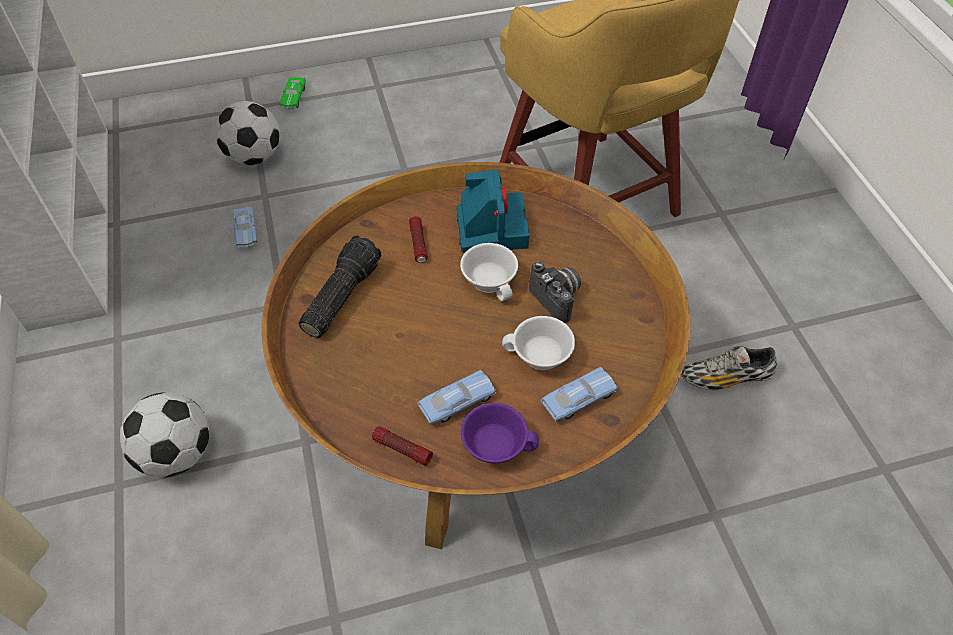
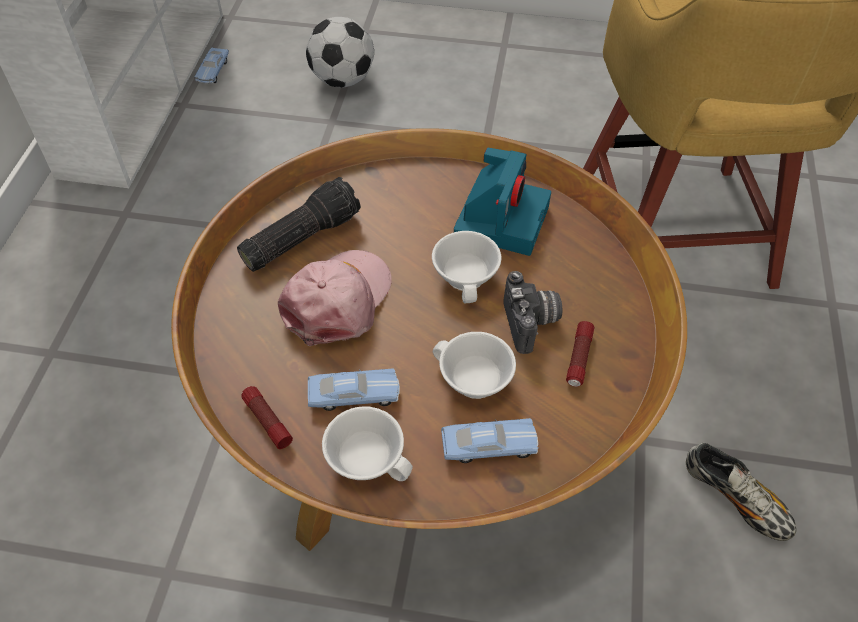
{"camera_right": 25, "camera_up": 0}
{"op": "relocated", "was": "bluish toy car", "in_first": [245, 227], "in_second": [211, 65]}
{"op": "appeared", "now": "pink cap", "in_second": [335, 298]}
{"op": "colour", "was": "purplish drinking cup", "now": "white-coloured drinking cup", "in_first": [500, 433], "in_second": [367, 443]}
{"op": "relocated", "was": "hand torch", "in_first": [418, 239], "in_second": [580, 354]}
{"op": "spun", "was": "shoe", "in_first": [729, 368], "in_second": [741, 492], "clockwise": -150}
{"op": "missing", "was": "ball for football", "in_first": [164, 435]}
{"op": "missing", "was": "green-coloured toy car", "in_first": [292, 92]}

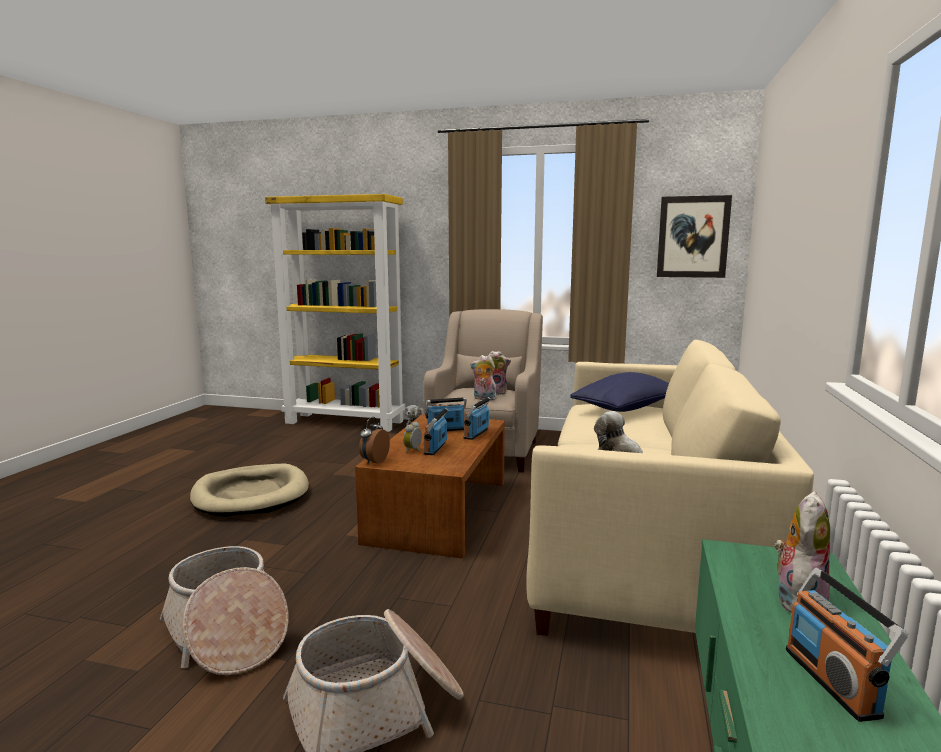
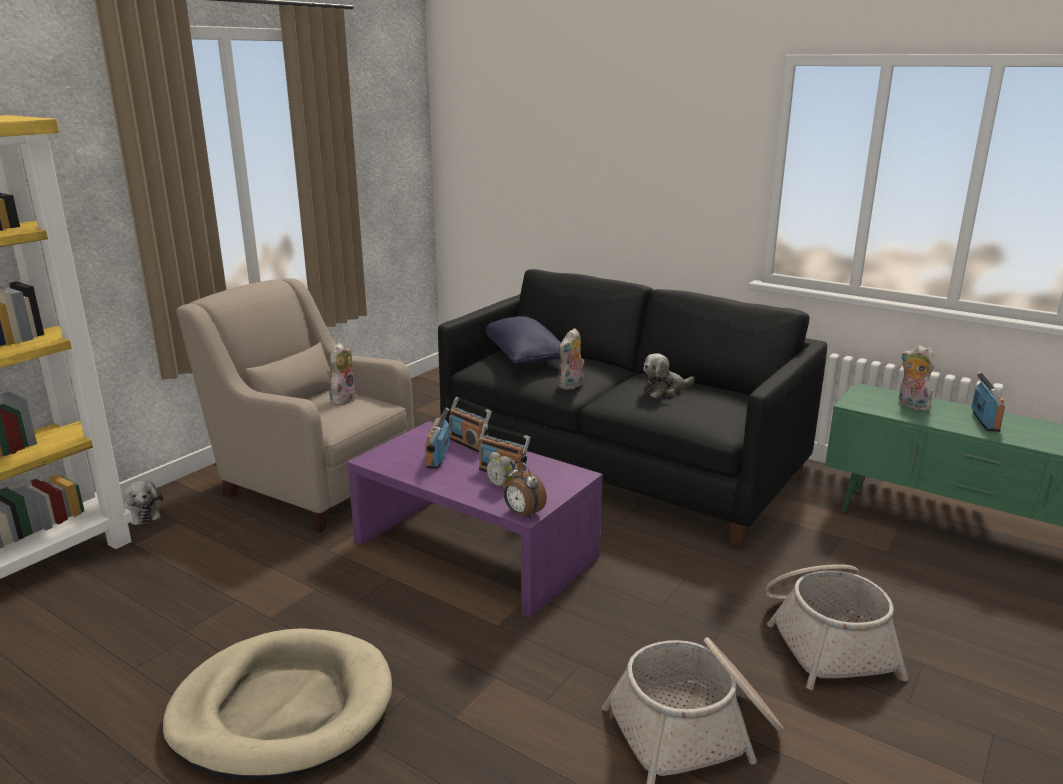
{"camera_right": -70, "camera_up": 10}
{"op": "colour", "was": "brownish lounge table", "now": "purplish lounge table", "in_first": [430, 486], "in_second": [475, 519]}
{"op": "colour", "was": "beige couch", "now": "black-coloured couch", "in_first": [670, 488], "in_second": [632, 408]}
{"op": "relocated", "was": "plush toy", "in_first": [483, 377], "in_second": [571, 359]}
{"op": "spun", "was": "radio receiver", "in_first": [847, 645], "in_second": [988, 402], "clockwise": -90}
{"op": "missing", "was": "picture", "in_first": [694, 236]}

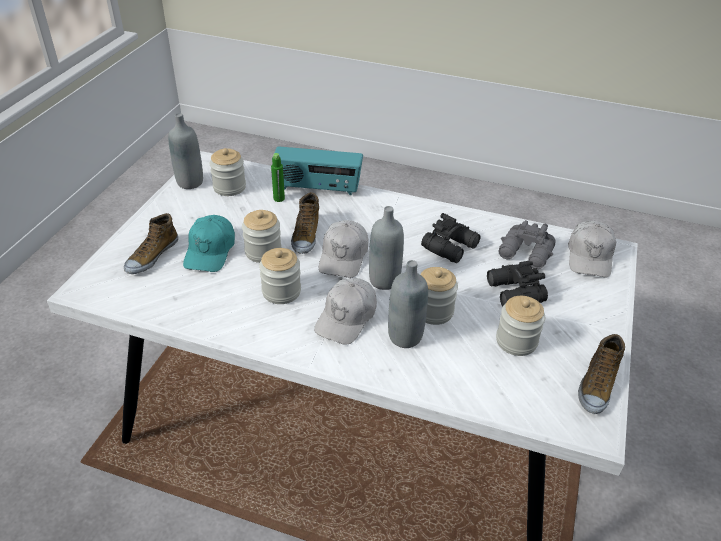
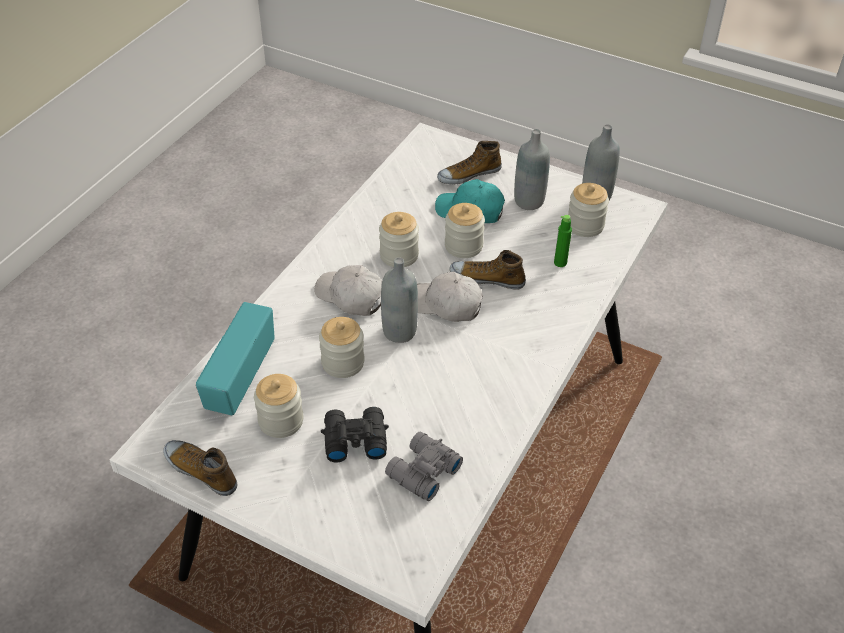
{"camera_right": 100, "camera_up": 5}
{"op": "relocated", "was": "radio receiver", "in_first": [317, 170], "in_second": [235, 358]}
{"op": "spun", "was": "shoe", "in_first": [151, 243], "in_second": [469, 163], "clockwise": -60}
{"op": "relocated", "was": "grey bottle", "in_first": [408, 304], "in_second": [532, 169]}
{"op": "missing", "was": "black-coloured binoculars", "in_first": [451, 238]}
{"op": "missing", "was": "white-coloured cap", "in_first": [592, 249]}

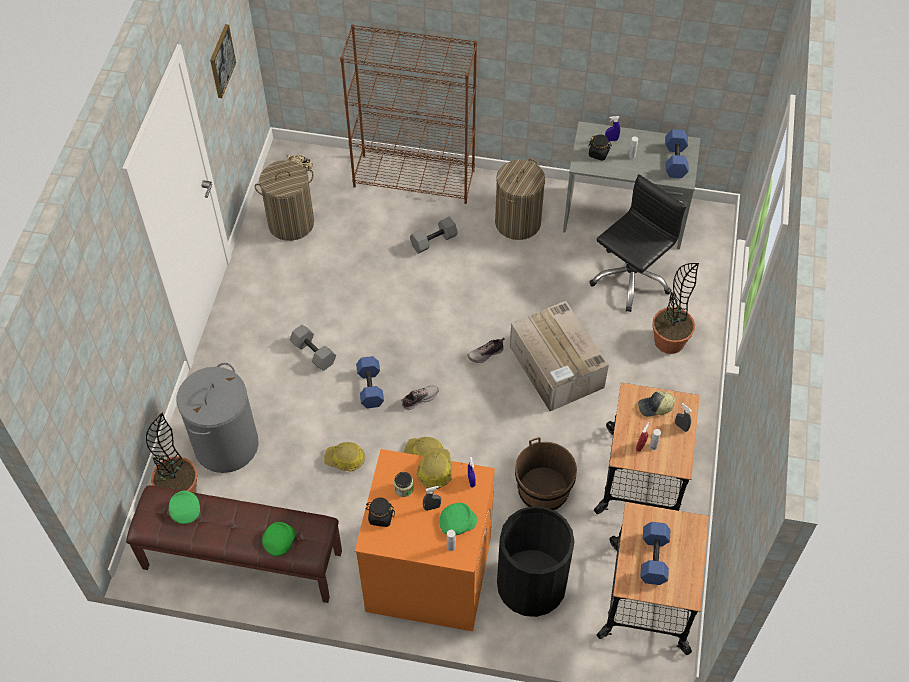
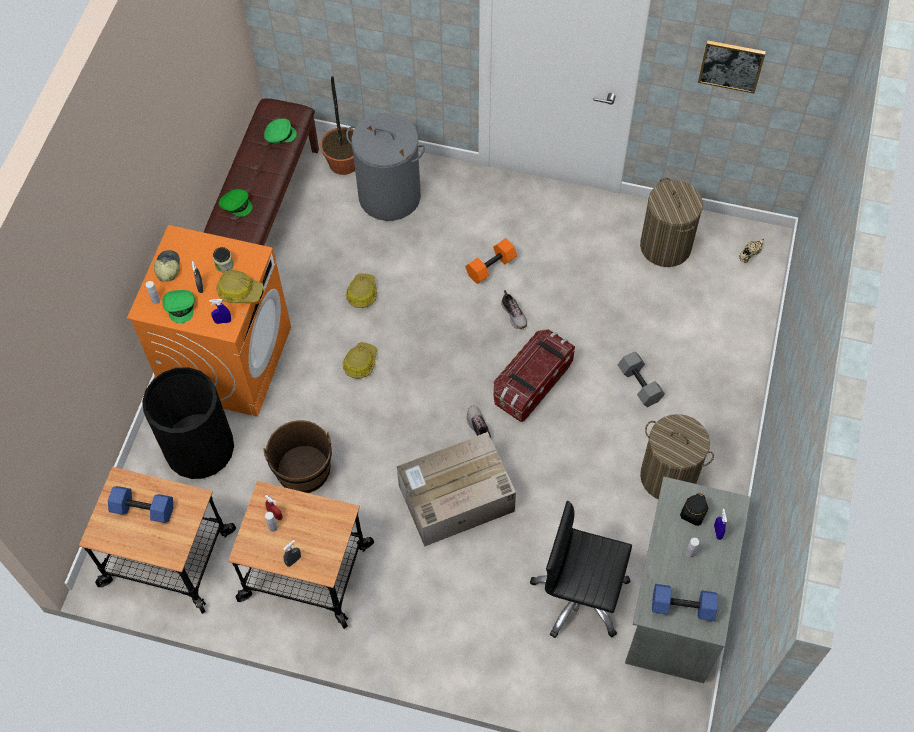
{"camera_right": 95, "camera_up": 5}
{"op": "relocated", "was": "cap", "in_first": [657, 403], "in_second": [167, 265]}
{"op": "colour", "was": "grey free weight", "now": "orangey free weight", "in_first": [313, 348], "in_second": [491, 261]}
{"op": "appeared", "now": "storage box", "in_second": [534, 375]}
{"op": "relocated", "was": "shoe", "in_first": [419, 397], "in_second": [514, 309]}
{"op": "spun", "was": "black-coloured office chair", "in_first": [637, 243], "in_second": [581, 569], "clockwise": 150}
{"op": "missing", "was": "brownish bookcase", "in_first": [408, 114]}
{"op": "missing", "was": "bluish free weight", "in_first": [370, 382]}
{"op": "missing", "was": "black-coloured jar", "in_first": [380, 512]}
{"op": "missing", "was": "plant in a pot", "in_first": [676, 308]}

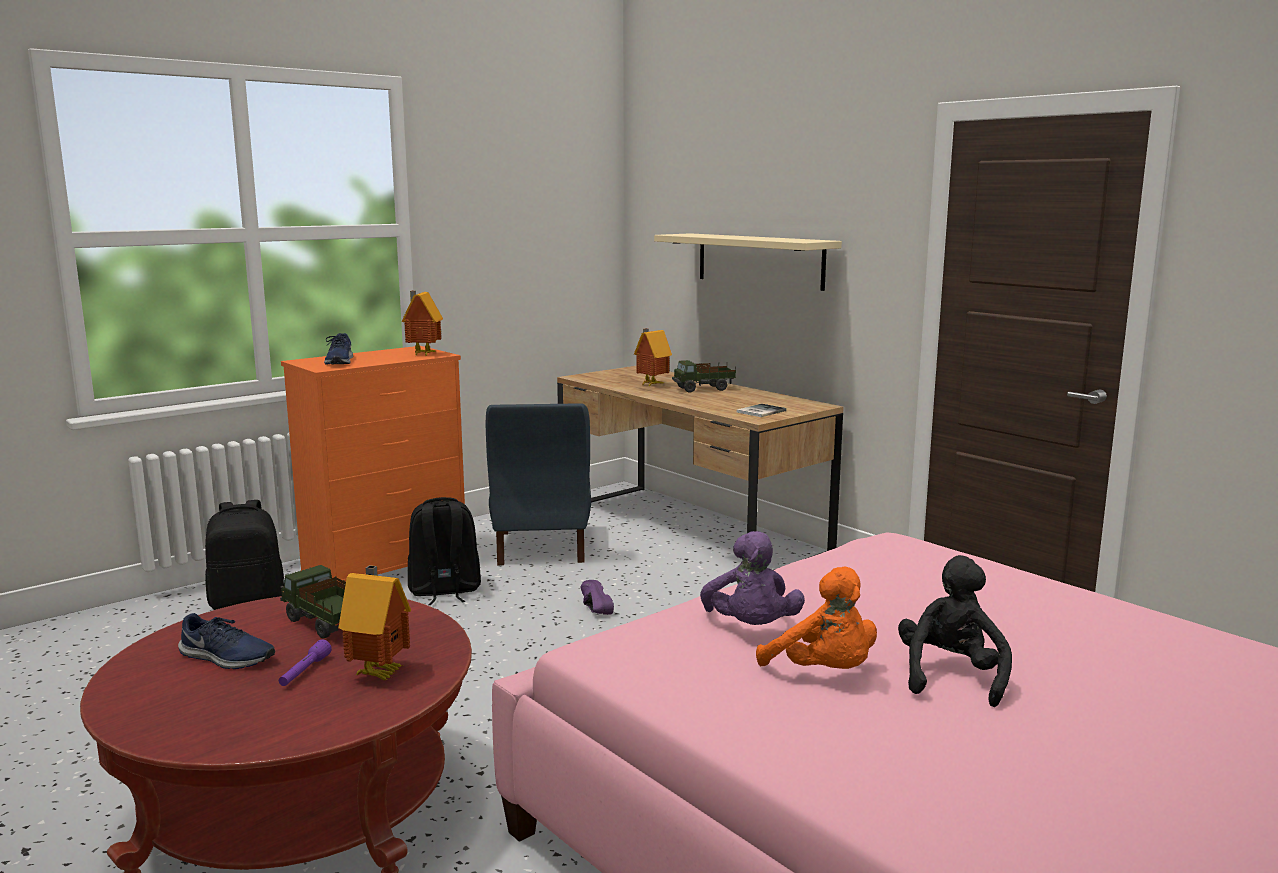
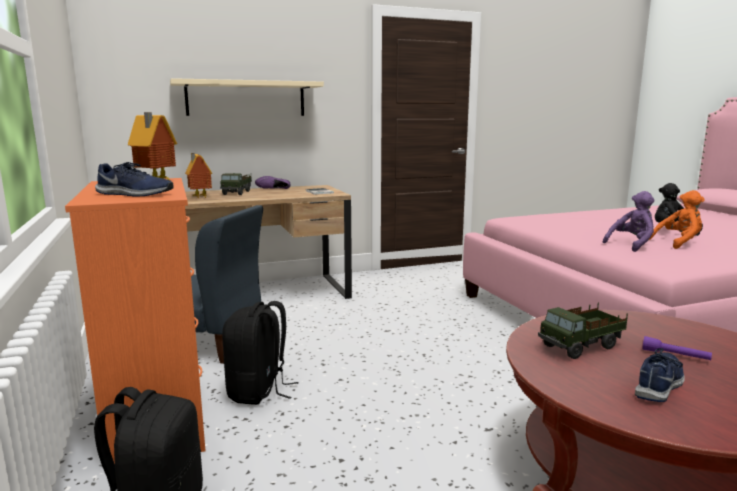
{"camera_right": -70, "camera_up": 0}
{"op": "relocated", "was": "purplish shoe", "in_first": [597, 597], "in_second": [273, 182]}
{"op": "spun", "was": "purplish plush toy", "in_first": [752, 578], "in_second": [629, 221], "clockwise": -45}
{"op": "missing", "was": "toy house", "in_first": [374, 622]}

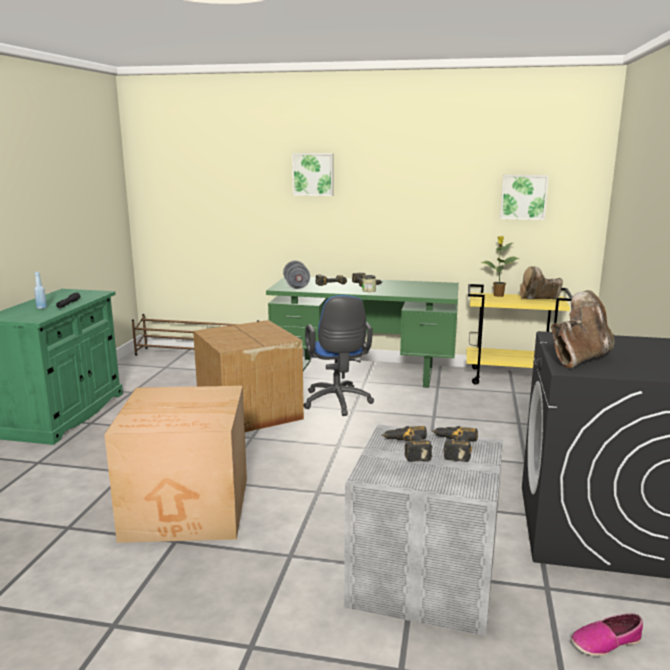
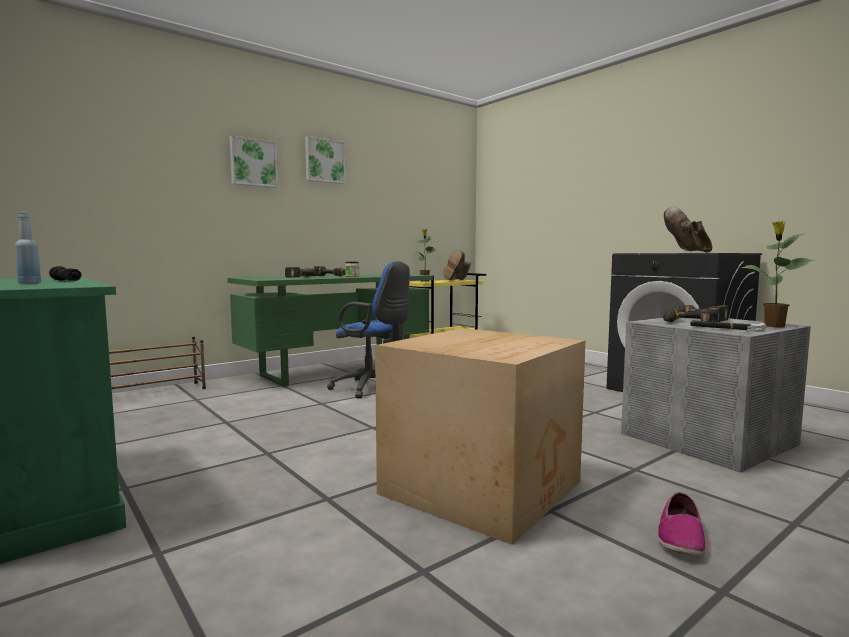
{"camera_right": -50, "camera_up": -10}
{"op": "relocated", "was": "picture", "in_first": [524, 197], "in_second": [325, 160]}
{"op": "relocated", "was": "shoe", "in_first": [607, 634], "in_second": [682, 524]}
{"op": "appeared", "now": "hammer", "in_second": [728, 326]}
{"op": "appeared", "now": "plant in a pot", "in_second": [778, 274]}
{"op": "missing", "was": "packing box", "in_first": [248, 376]}
{"op": "missing", "was": "grey free weight", "in_first": [296, 275]}

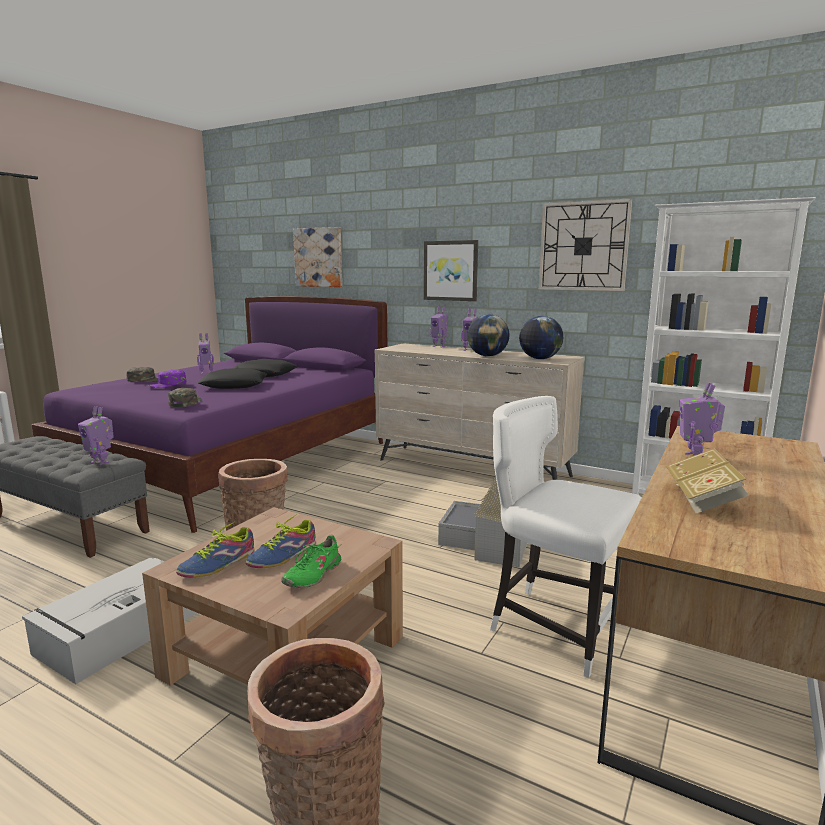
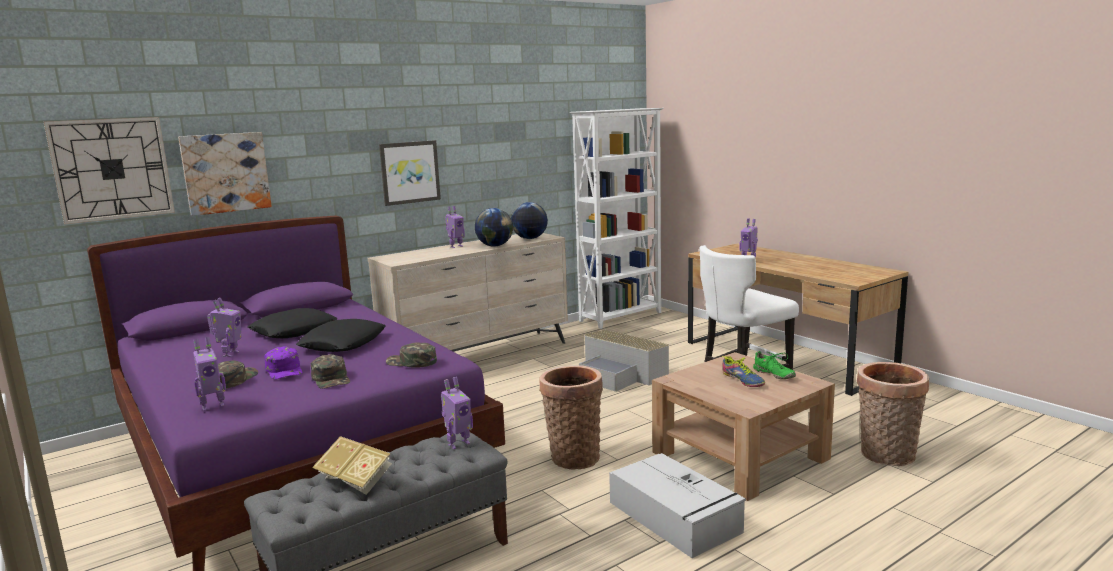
{"camera_right": -65, "camera_up": 0}
{"op": "relocated", "was": "clock on the wall", "in_first": [585, 245], "in_second": [109, 170]}
{"op": "relocated", "was": "model robot", "in_first": [439, 326], "in_second": [209, 374]}
{"op": "appeared", "now": "green-coloured cap", "in_second": [330, 371]}
{"op": "relocated", "was": "book", "in_first": [707, 481], "in_second": [352, 465]}
{"op": "missing", "was": "shoe", "in_first": [215, 549]}

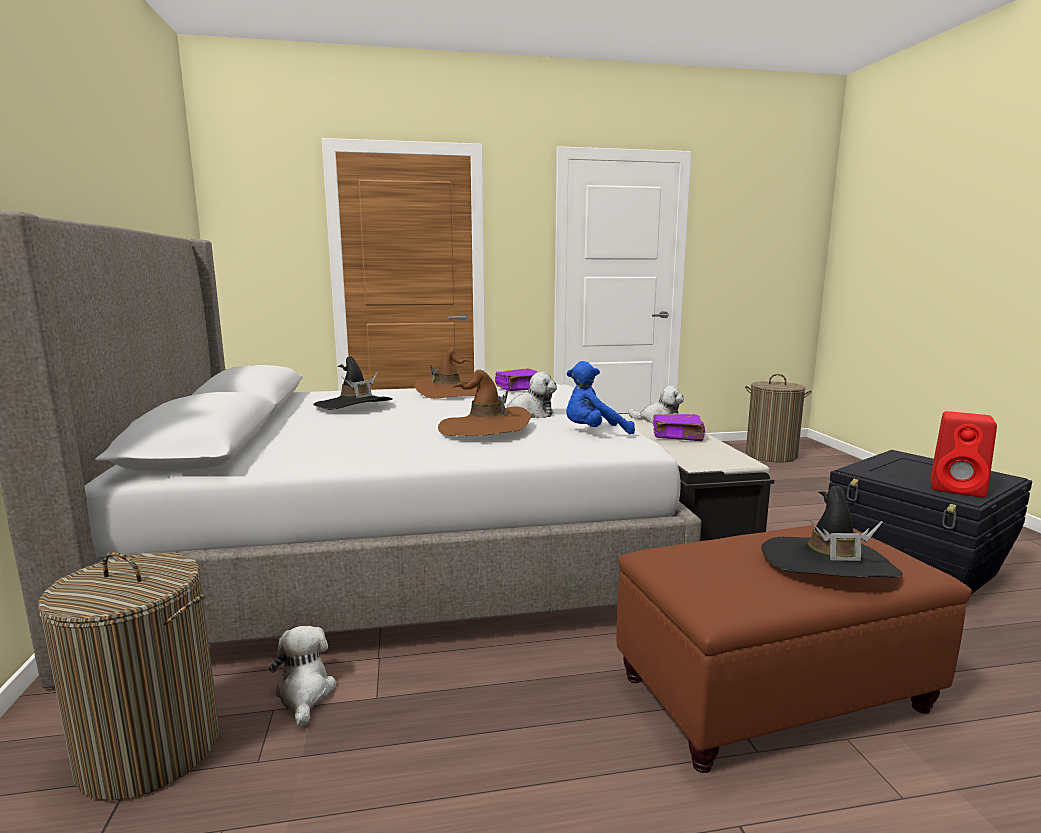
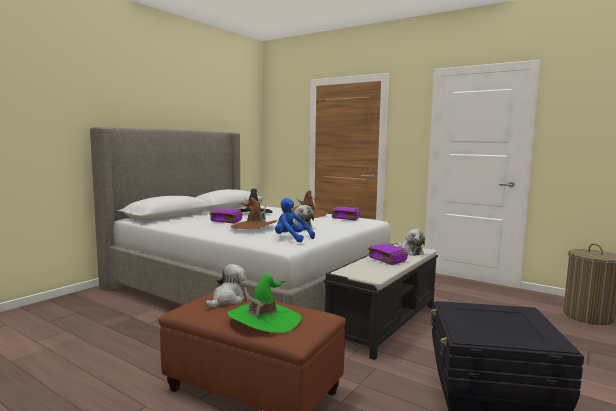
{"camera_right": 45, "camera_up": -5}
{"op": "relocated", "was": "plush toy", "in_first": [302, 676], "in_second": [225, 286]}
{"op": "appeared", "now": "purplish book", "in_second": [226, 216]}
{"op": "colour", "was": "black-coloured hat", "now": "green-coloured hat", "in_first": [832, 532], "in_second": [264, 303]}
{"op": "missing", "was": "hamper", "in_first": [128, 676]}
{"op": "missing", "was": "reddish speaker", "in_first": [964, 454]}

